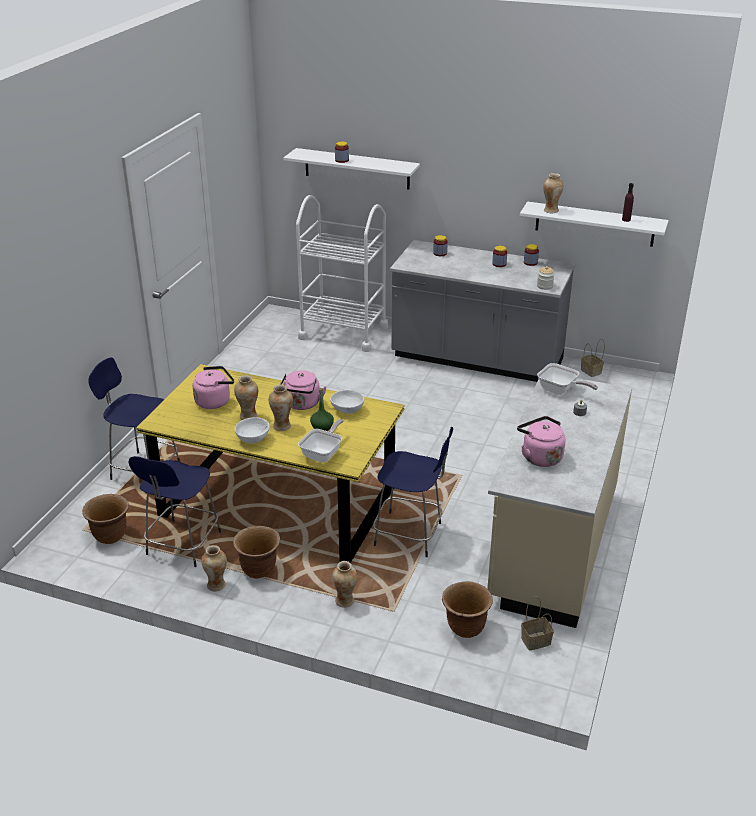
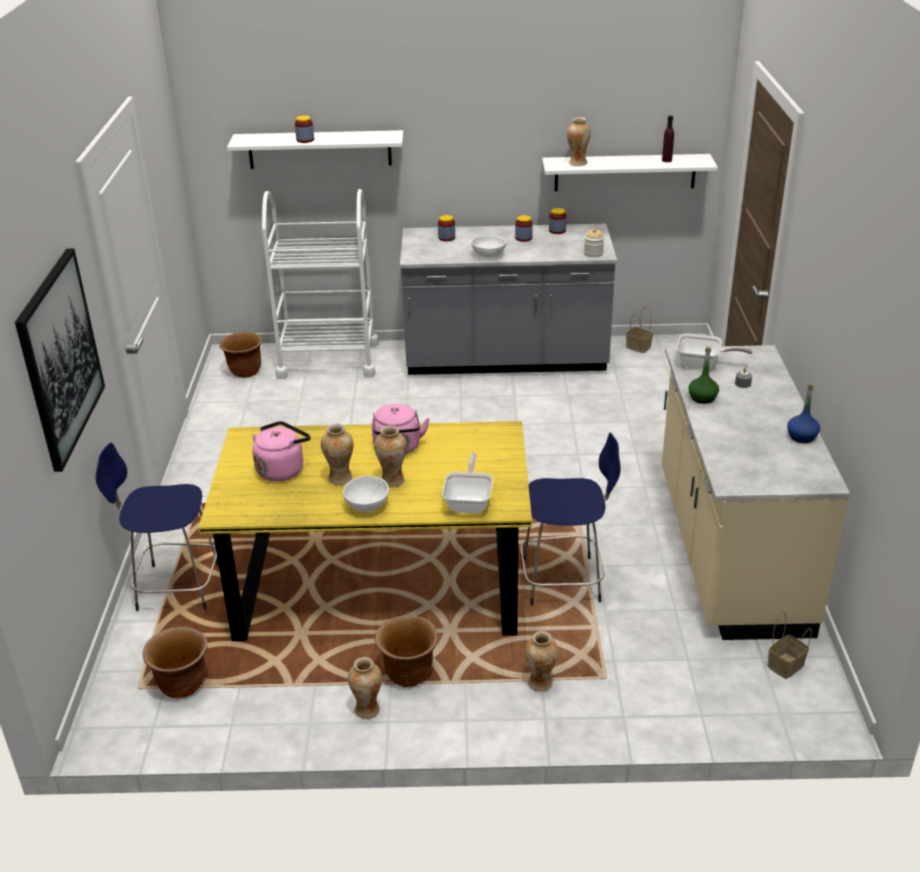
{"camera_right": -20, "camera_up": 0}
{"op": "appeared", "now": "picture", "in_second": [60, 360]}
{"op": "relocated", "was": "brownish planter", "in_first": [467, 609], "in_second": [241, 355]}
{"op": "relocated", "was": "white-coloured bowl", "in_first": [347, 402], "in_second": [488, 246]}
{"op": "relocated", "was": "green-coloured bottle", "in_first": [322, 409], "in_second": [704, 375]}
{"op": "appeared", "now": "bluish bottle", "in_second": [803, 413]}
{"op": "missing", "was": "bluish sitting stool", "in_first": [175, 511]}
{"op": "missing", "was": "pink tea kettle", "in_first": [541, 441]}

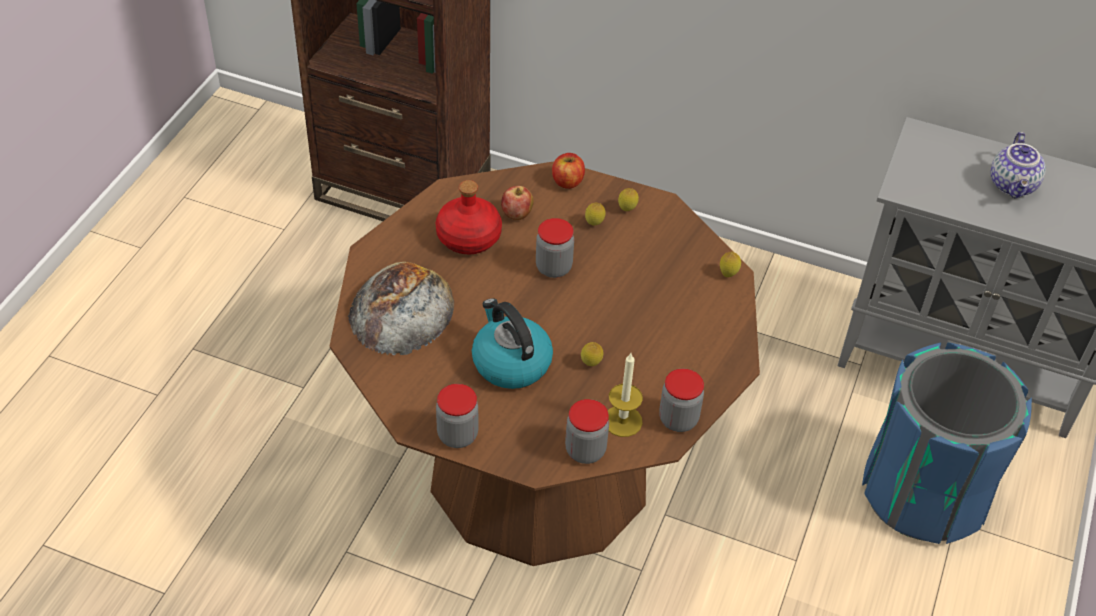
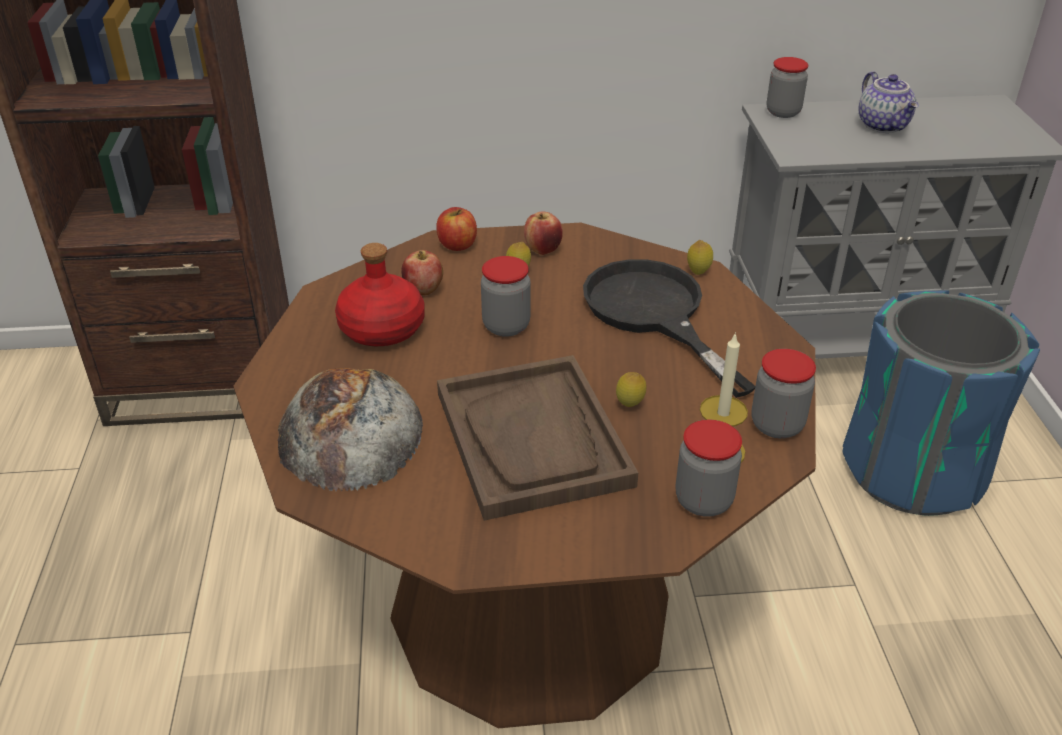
{"camera_right": -25, "camera_up": -10}
{"op": "exchanged", "was": "tea kettle", "now": "brownish serving tray", "in_first": [512, 343], "in_second": [537, 438]}
{"op": "exchanged", "was": "lemon", "now": "whole apple", "in_first": [628, 199], "in_second": [543, 233]}
{"op": "appeared", "now": "black-coloured skillet", "in_second": [669, 328]}
{"op": "relocated", "was": "jar", "in_first": [457, 416], "in_second": [787, 87]}

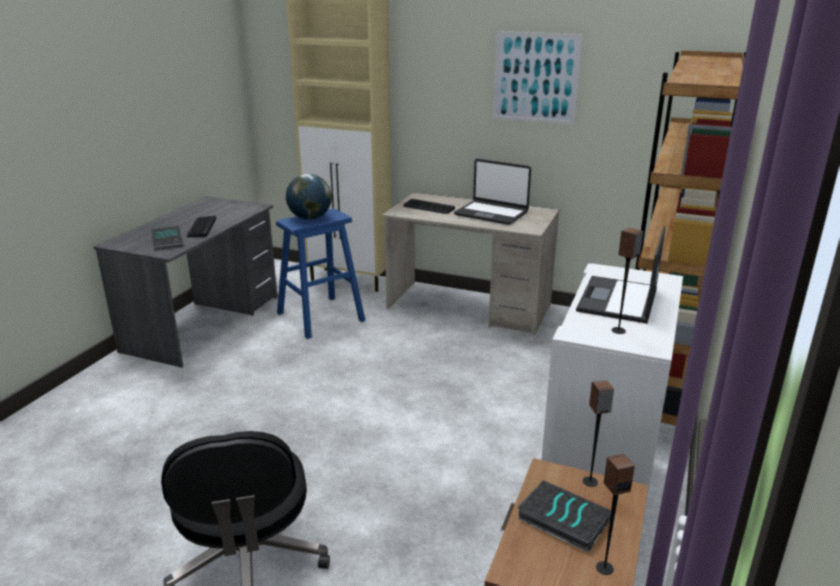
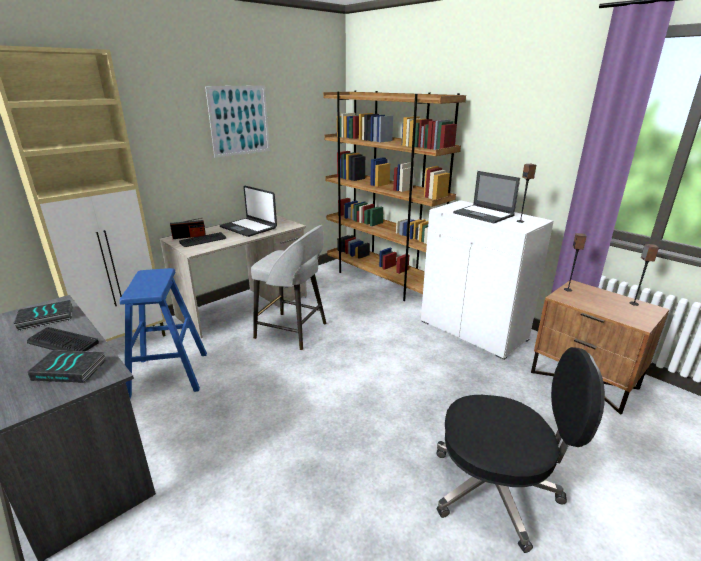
{"camera_right": -65, "camera_up": 0}
{"op": "relocated", "was": "book", "in_first": [564, 516], "in_second": [42, 315]}
{"op": "appeared", "now": "radio receiver", "in_second": [188, 228]}
{"op": "spun", "was": "portable computer", "in_first": [492, 192], "in_second": [248, 211], "clockwise": 75}
{"op": "appeared", "now": "grey sitting stool", "in_second": [289, 287]}
{"op": "missing", "was": "globe", "in_first": [309, 197]}

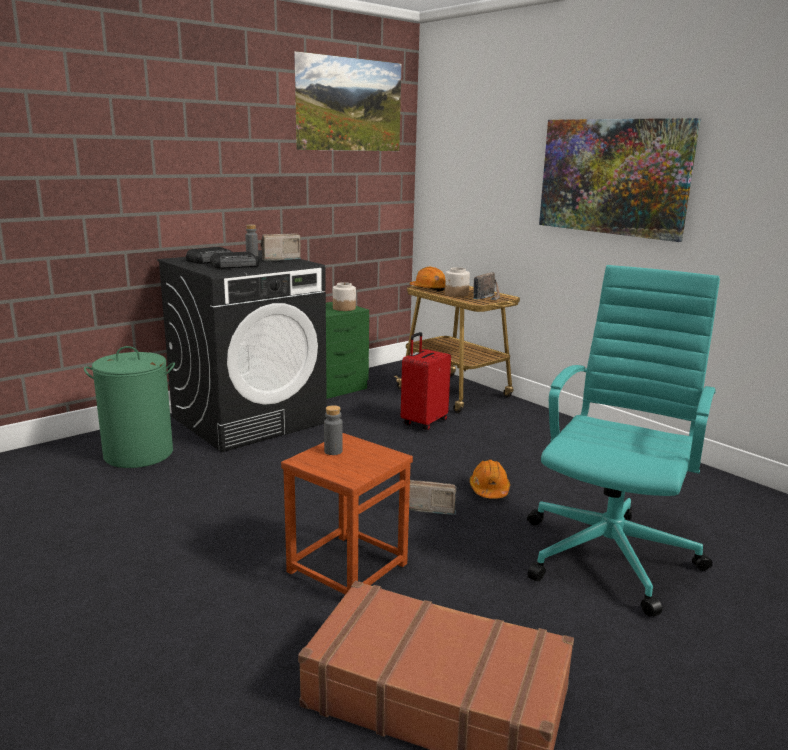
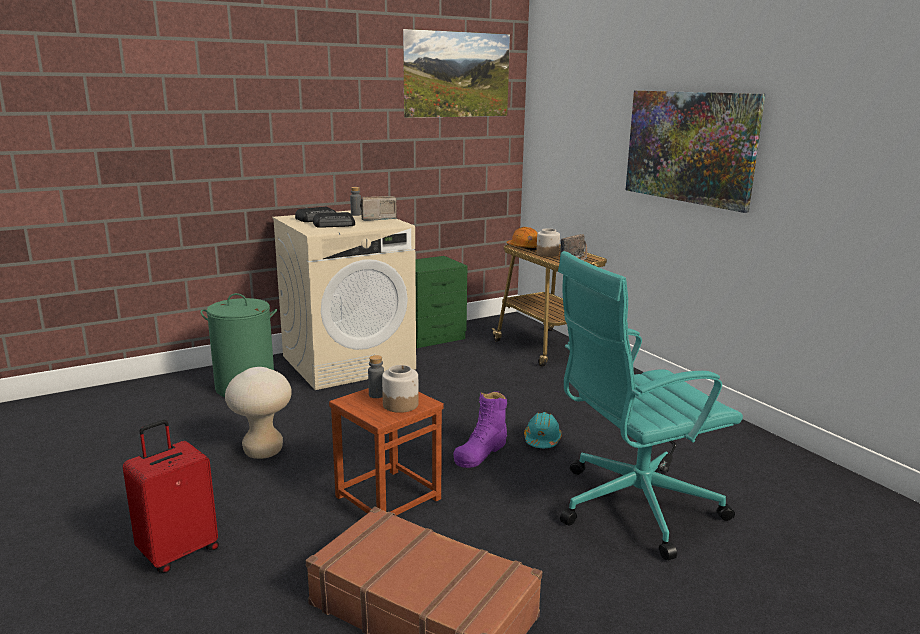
{"camera_right": 10, "camera_up": 0}
{"op": "relocated", "was": "reddish travel case", "in_first": [426, 381], "in_second": [171, 496]}
{"op": "appeared", "now": "beige sitting stool", "in_second": [258, 413]}
{"op": "colour", "was": "black-coloured laundry machine", "now": "beige laundry machine", "in_first": [242, 351], "in_second": [344, 300]}
{"op": "relocated", "was": "jar", "in_first": [344, 296], "in_second": [400, 389]}
{"op": "exchanged", "was": "radio receiver", "now": "purplish boot", "in_first": [433, 497], "in_second": [480, 429]}
{"op": "colour", "was": "orangey safety helmet", "now": "blue-green safety helmet", "in_first": [490, 479], "in_second": [543, 430]}
{"op": "spun", "was": "blue-green office chair", "in_first": [623, 441], "in_second": [650, 405], "clockwise": -150}

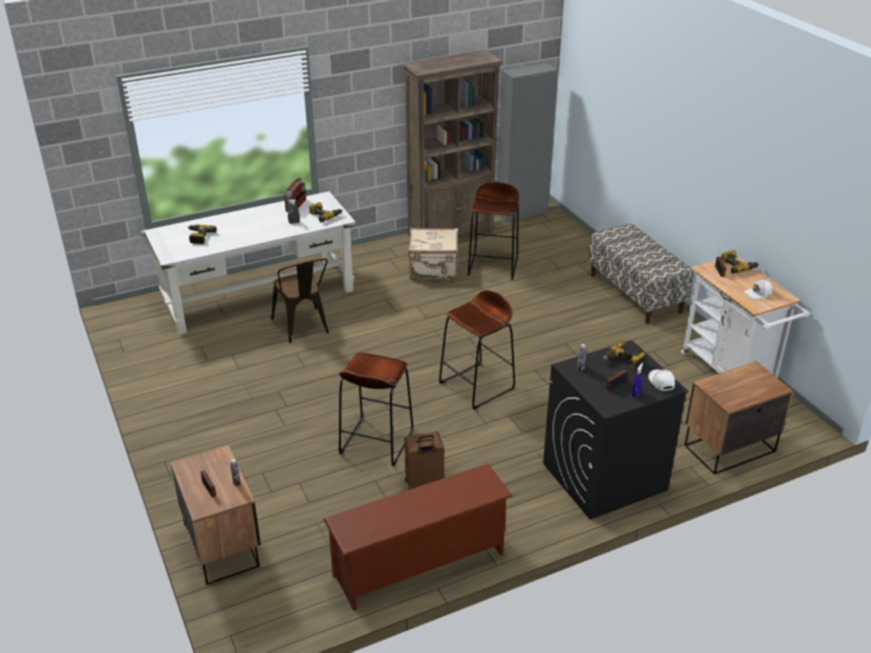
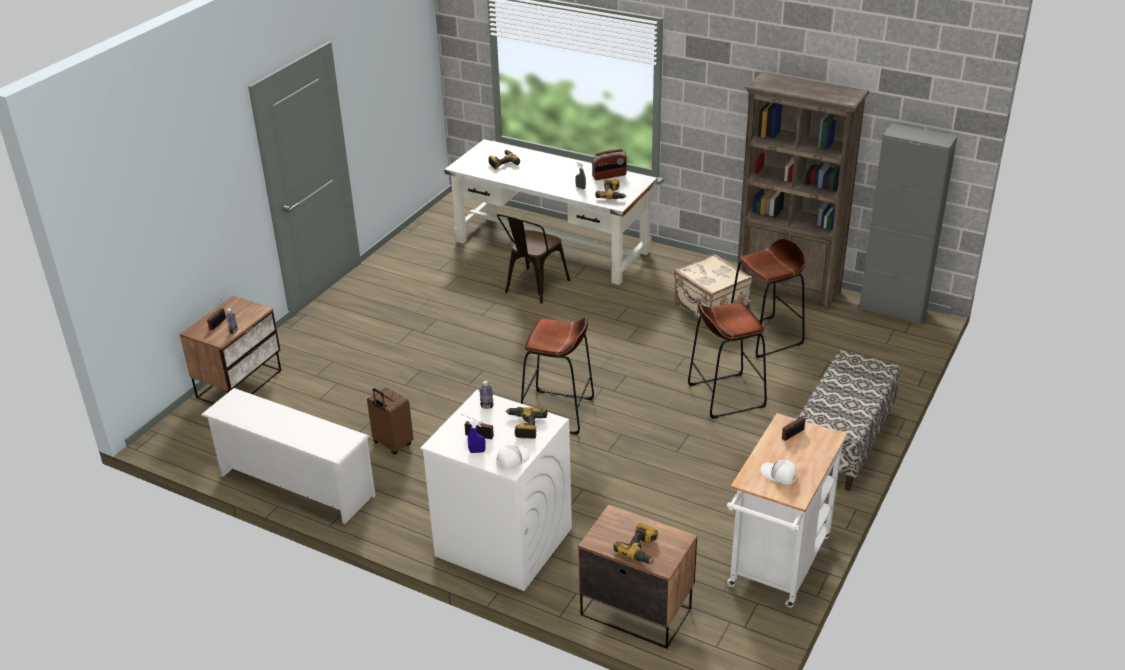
{"camera_right": 55, "camera_up": 0}
{"op": "colour", "was": "brownish shoe rack", "now": "white-coloured shoe rack", "in_first": [418, 537], "in_second": [288, 456]}
{"op": "colour", "was": "black-coloured laundry machine", "now": "white-coloured laundry machine", "in_first": [616, 430], "in_second": [496, 490]}
{"op": "relocated", "was": "power drill", "in_first": [740, 262], "in_second": [635, 543]}
{"op": "relocated", "was": "brownish sitting stool", "in_first": [376, 409], "in_second": [727, 360]}

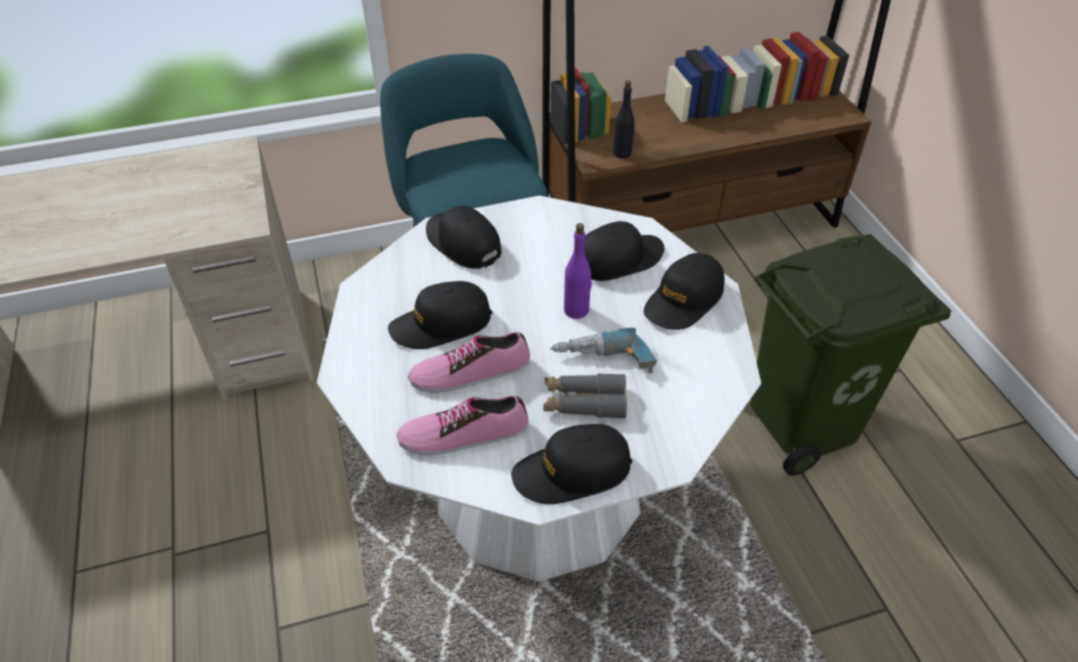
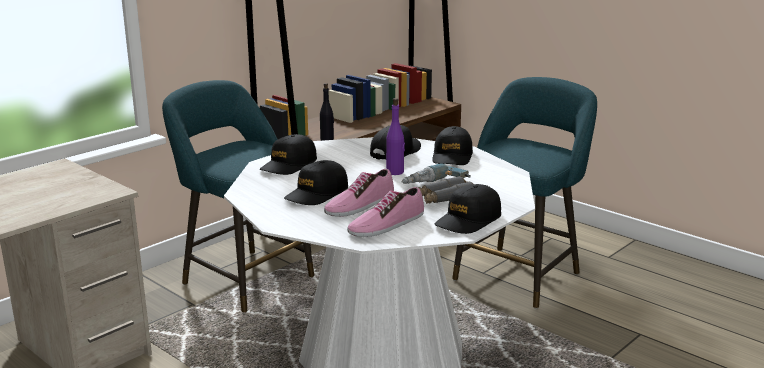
{"camera_right": -30, "camera_up": -25}
{"op": "spun", "was": "black-coloured cap", "in_first": [463, 237], "in_second": [288, 154], "clockwise": -75}
{"op": "exchanged", "was": "green-coloured rubbish bin", "now": "blue-green sitting stool", "in_first": [850, 355], "in_second": [524, 193]}

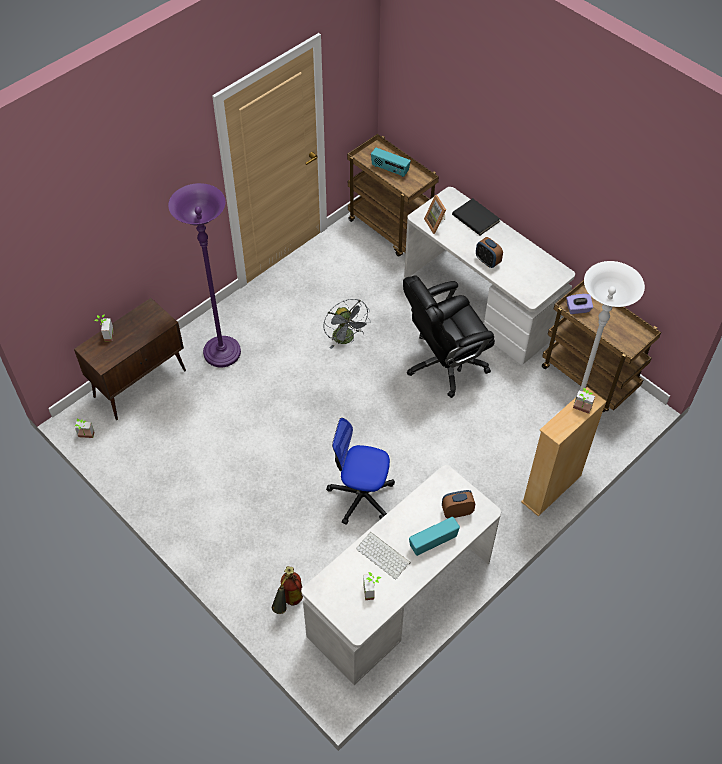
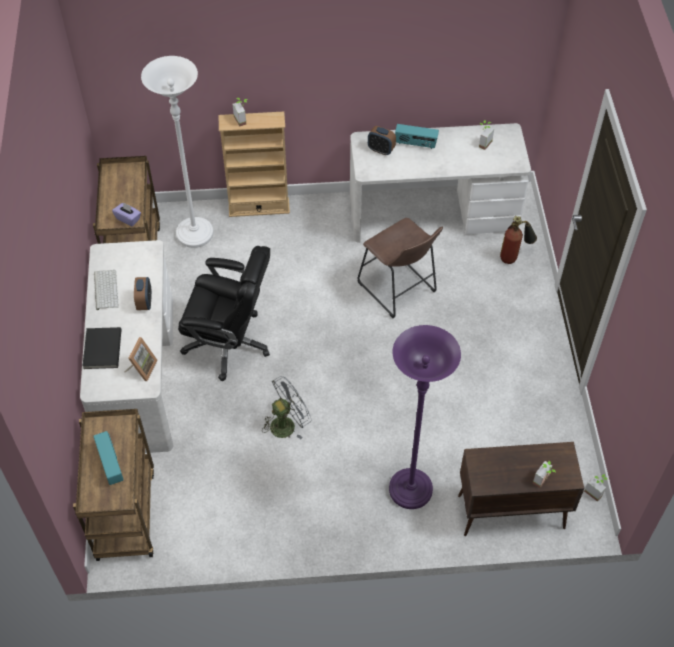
{"camera_right": -140, "camera_up": 0}
{"op": "relocated", "was": "keyboard", "in_first": [383, 555], "in_second": [106, 290]}
{"op": "spun", "was": "grey fan", "in_first": [347, 324], "in_second": [287, 407], "clockwise": 45}
{"op": "exchanged", "was": "office chair", "now": "brownish sitting stool", "in_first": [360, 471], "in_second": [400, 268]}

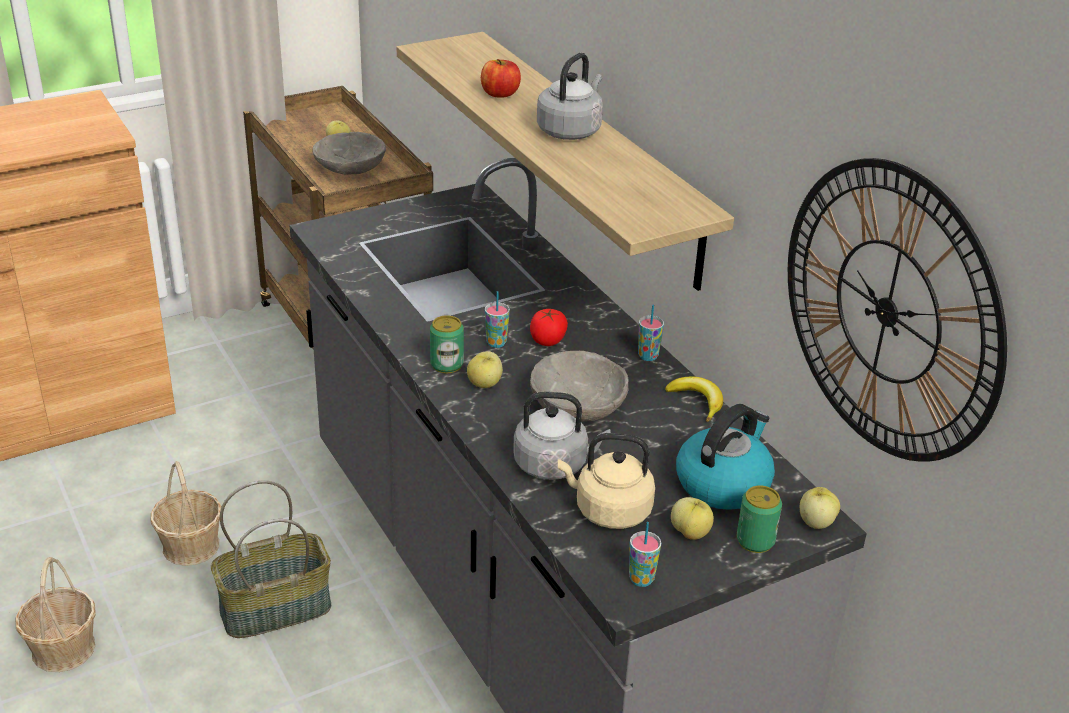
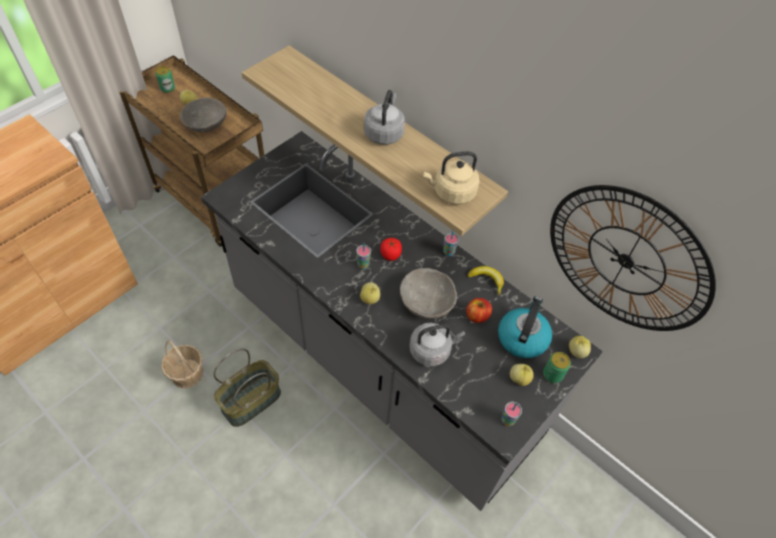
{"camera_right": -20, "camera_up": 20}
{"op": "relocated", "was": "can", "in_first": [447, 344], "in_second": [165, 79]}
{"op": "relocated", "was": "beige tea kettle", "in_first": [606, 481], "in_second": [451, 178]}
{"op": "relocated", "was": "whole apple", "in_first": [501, 78], "in_second": [479, 310]}
{"op": "missing", "was": "household basket", "in_first": [55, 614]}

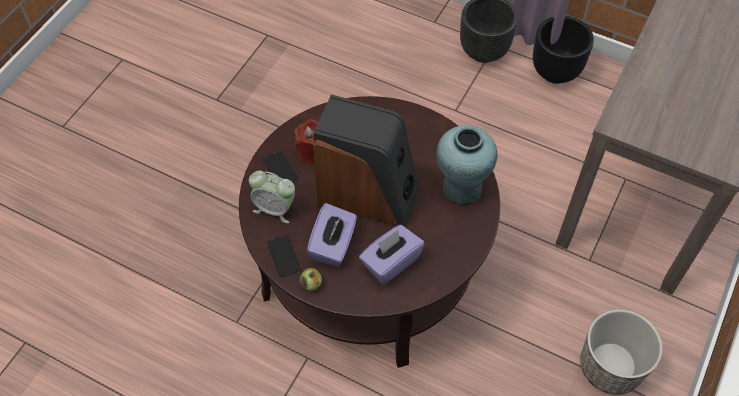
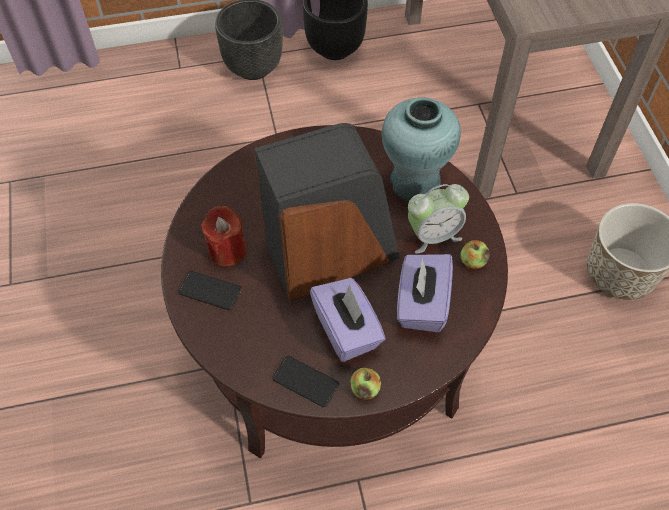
{"camera_right": -40, "camera_up": 0}
{"op": "relocated", "was": "table clock", "in_first": [272, 197], "in_second": [438, 219]}
{"op": "appeared", "now": "whole apple", "in_second": [475, 254]}

